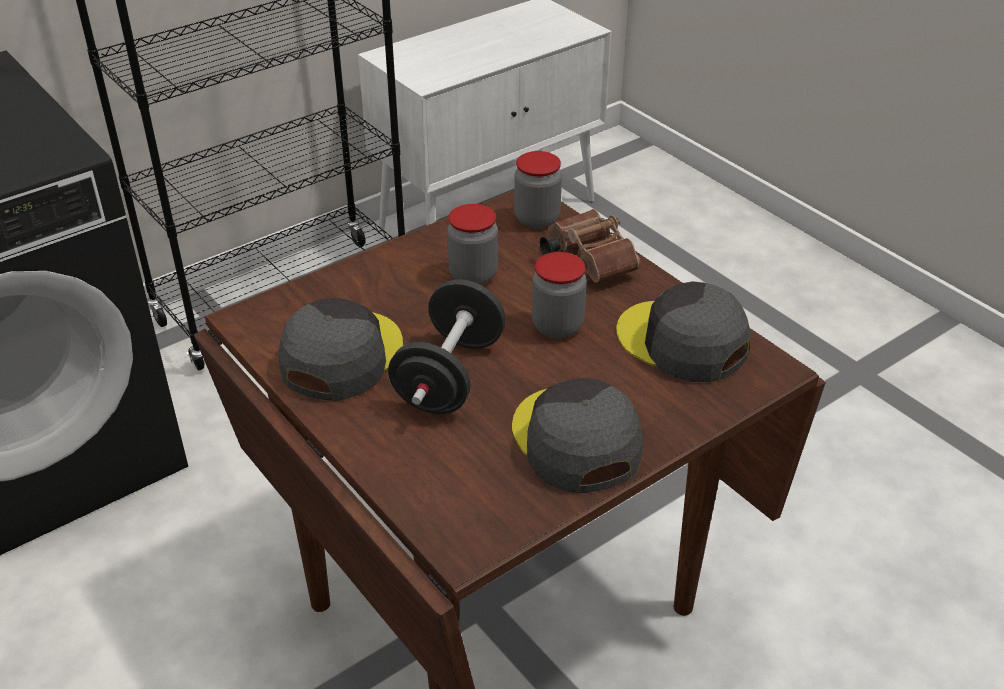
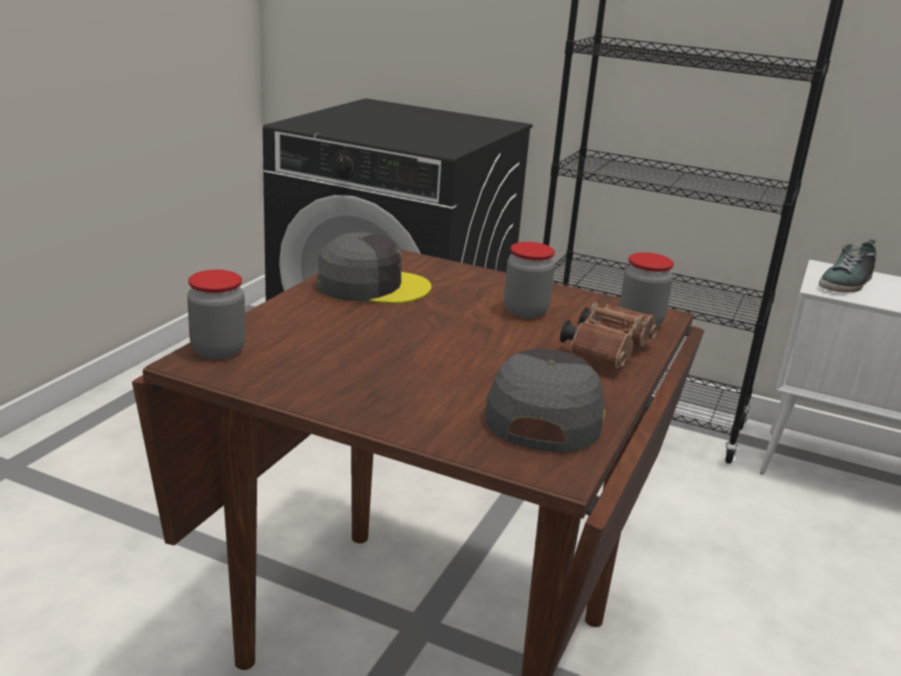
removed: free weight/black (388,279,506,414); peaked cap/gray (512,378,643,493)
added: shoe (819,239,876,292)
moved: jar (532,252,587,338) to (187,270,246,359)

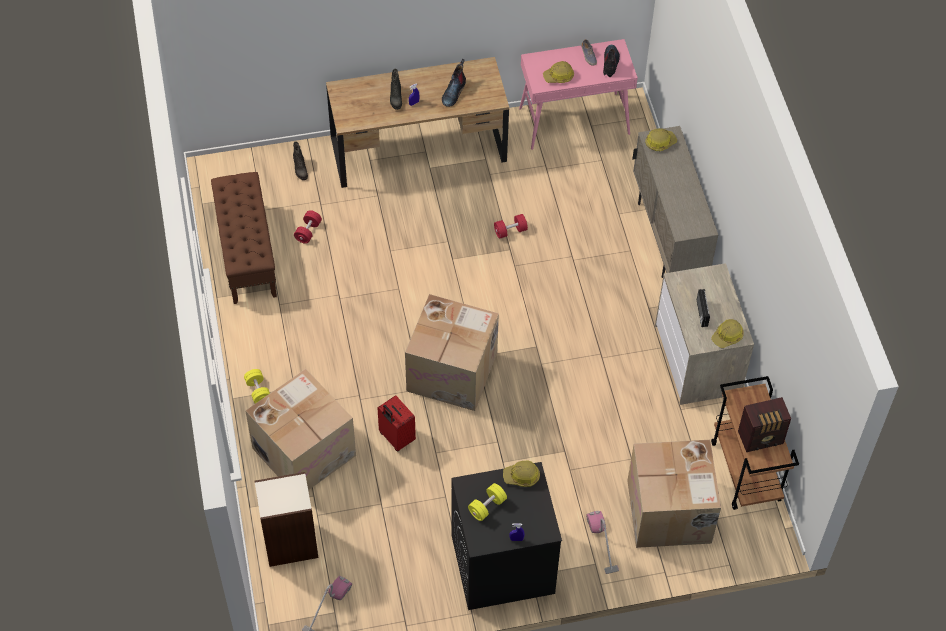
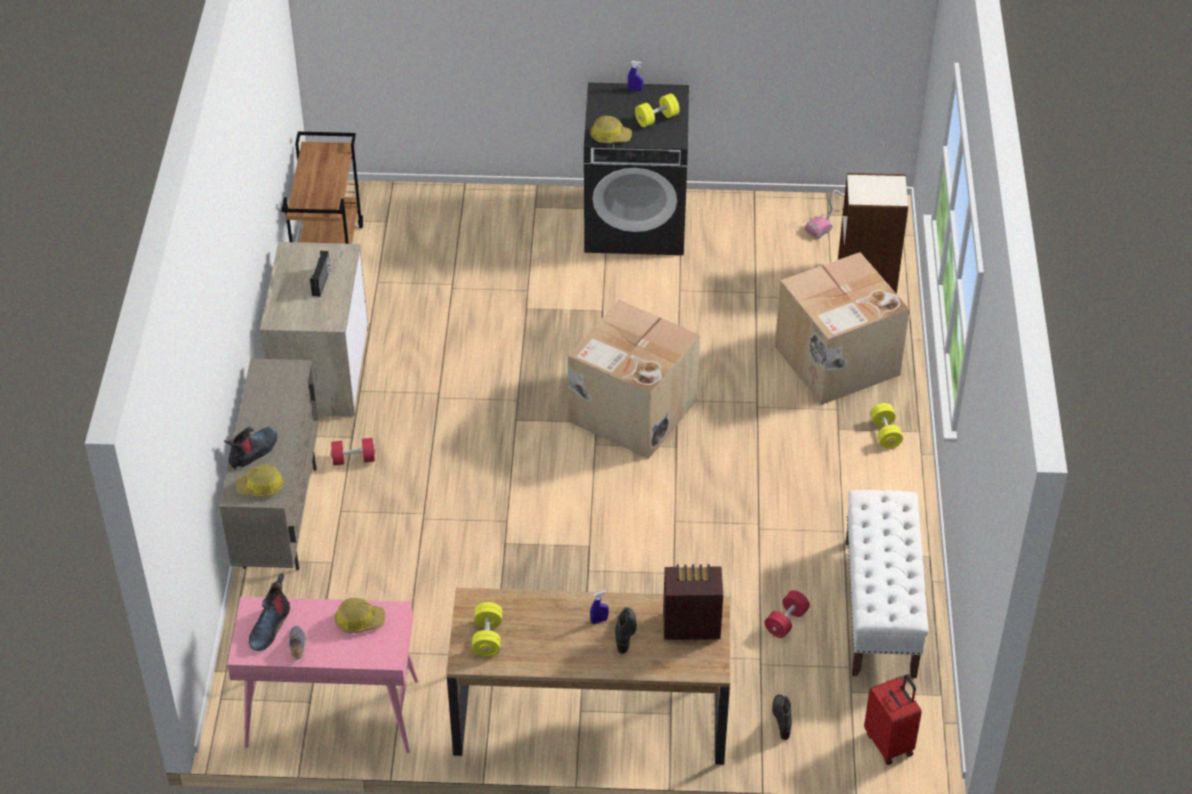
removed: hoover (586,511,619,574); packing box (627,440,721,548); safety helmet (712,319,743,348)
added: free weight/yellowish (472,602,502,657)
moved: boot (442,59,466,107) to (224,426,277,469); free weight/red (494,214,528,239) to (330,438,376,465); radio (738,397,791,452) to (663,564,723,640); travel case/red (377,395,416,452) to (864,674,922,765)
recoloured: long seat/brownish (211,172,277,304) to long seat/white-coloured (846,490,928,678)

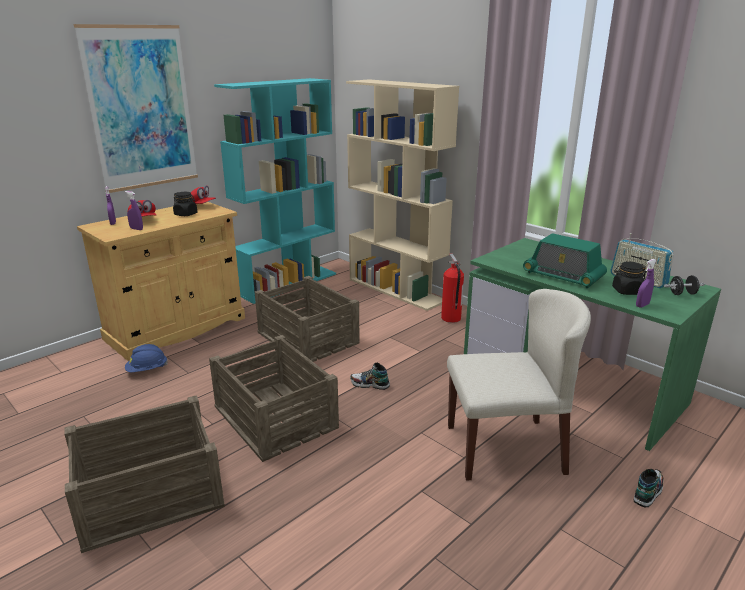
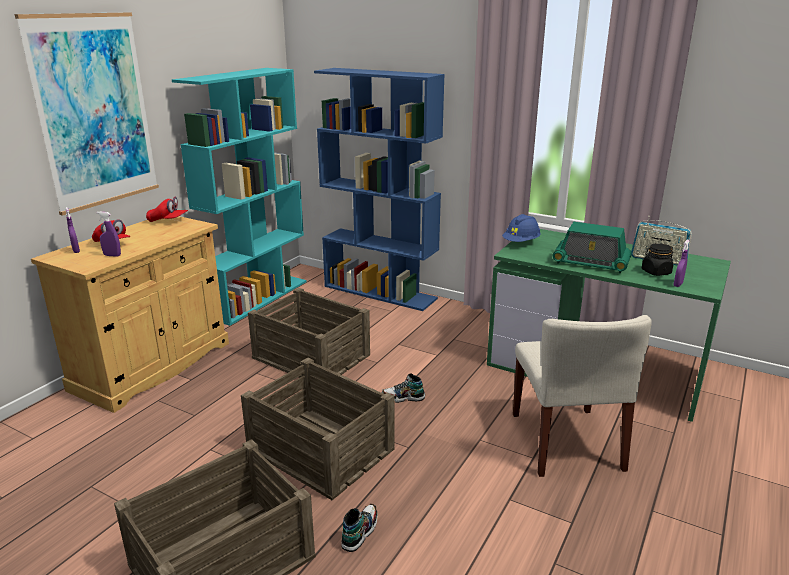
removed: jar/black (173,192,197,216); fire extinguisher (441,253,464,323); free weight/black (664,275,705,295)
moved: shoe (634,469,664,507) to (341,504,378,552); safety helmet/blue (125,344,168,372) to (502,214,541,242)
recoloured: bookcase/sand-coloured (346,79,459,311) to bookcase/blue (314,68,445,311)
turned: plain chair/sand-coloured (447,289,591,481) = (513,315,652,477) 105 degrees clockwise

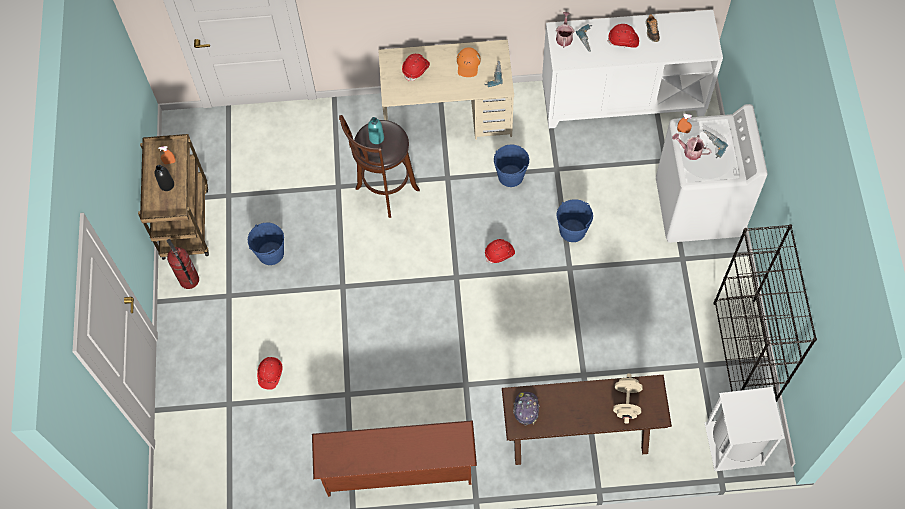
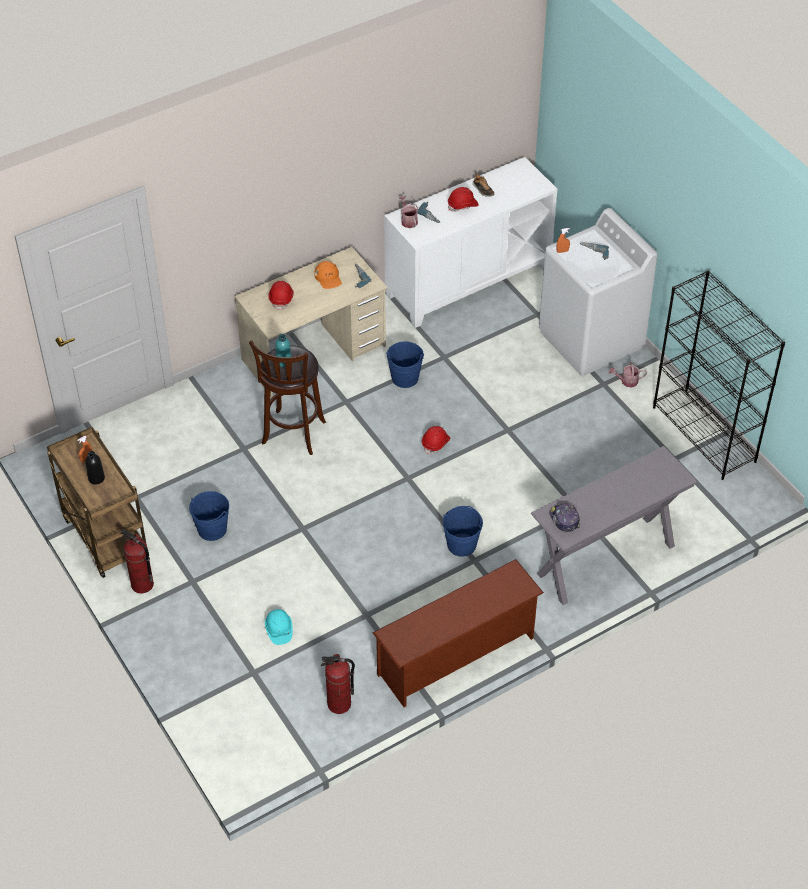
removed: free weight/sand-coloured (613,374,643,424); trash can/white-coloured (704,387,785,471)
added: fire extinguisher (321,654,355,714)
moved: pail/blue (557,199,593,242) to (443,506,483,557); watering pot (672,133,712,160) to (609,362,647,388)
recoloured: safety helmet/red (257,357,283,390) to safety helmet/turquoise-coloured (265,609,293,645); console table/brownish (502,375,672,465) to console table/gray (531,446,698,605)

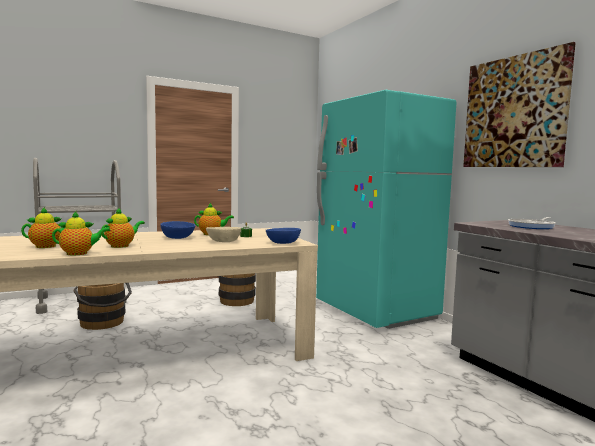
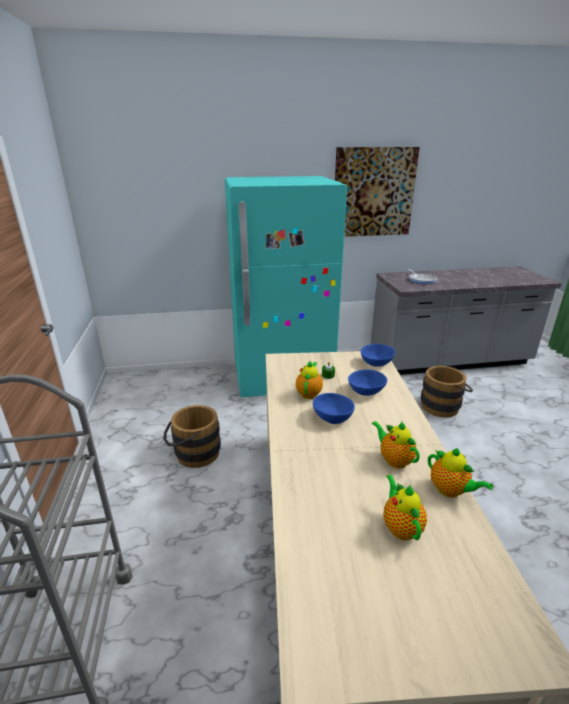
moved: pail/brownish (74,283,132,330) to (421,366,473,418)
recoloured: serving bowl/sand-coloured (206,227,241,242) to serving bowl/blue (348,369,387,396)
turned: tea pot (52,211,111,255) = (428,448,493,497) 135 degrees clockwise

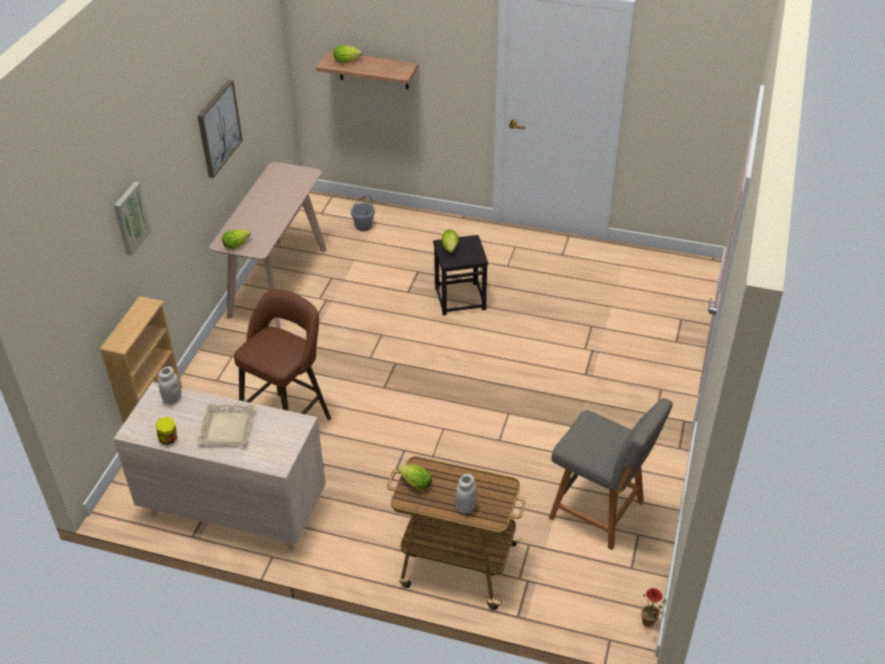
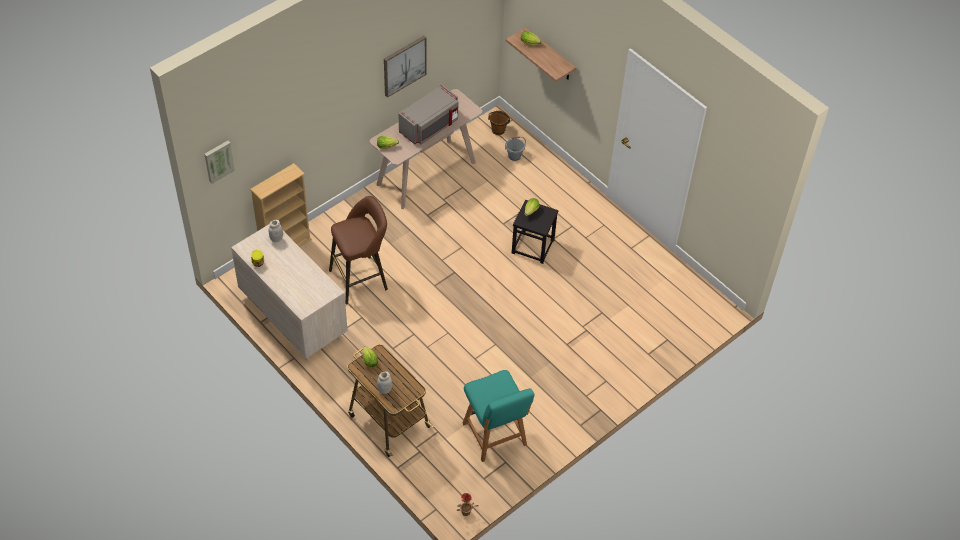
removed: tray/sand-coloured (197,404,255,444)
added: microwave oven/gray (398,85,459,144); pail/brownish (488,111,510,135)
moved: wall art (114,182,151,256) to (204,141,235,184)
recoloured: plain chair/gray (549,398,673,550) to plain chair/turquoise-coloured (463,370,534,462)

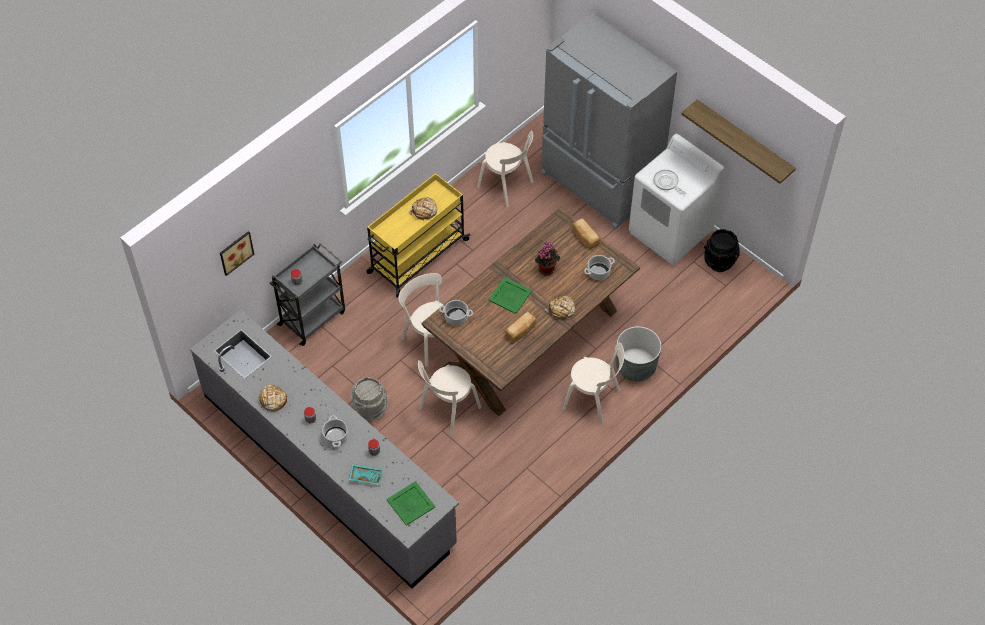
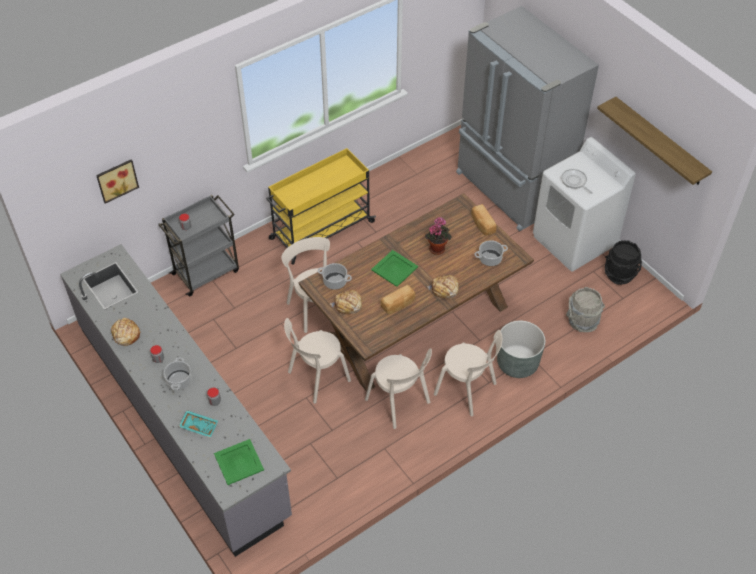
moved: bakery bread (409,197,437,221) to (330,290,362,316); plain chair/sand-coloured (477,131,534,207) to (365,348,432,429); pail/gray (351,377,387,420) to (566,287,605,332)

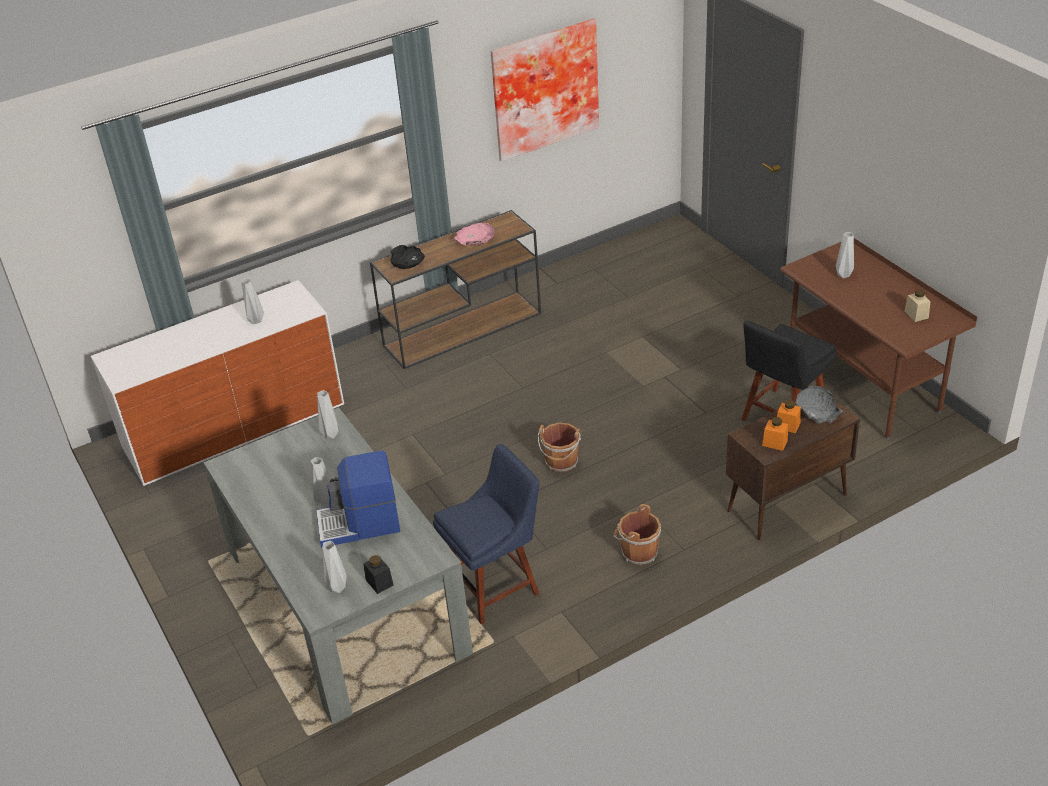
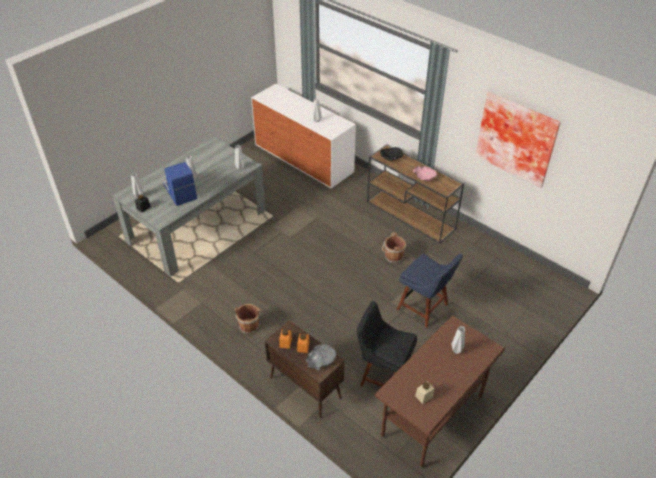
moved: pail/brownish (538,423,581,473) to (382,232,406,263); plain chair/blue (433,444,540,625) to (397,254,463,328)

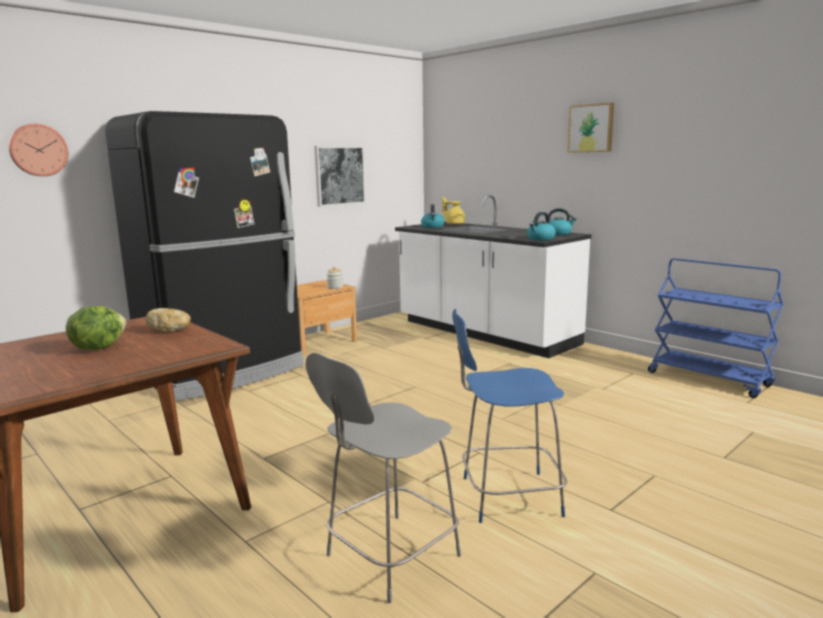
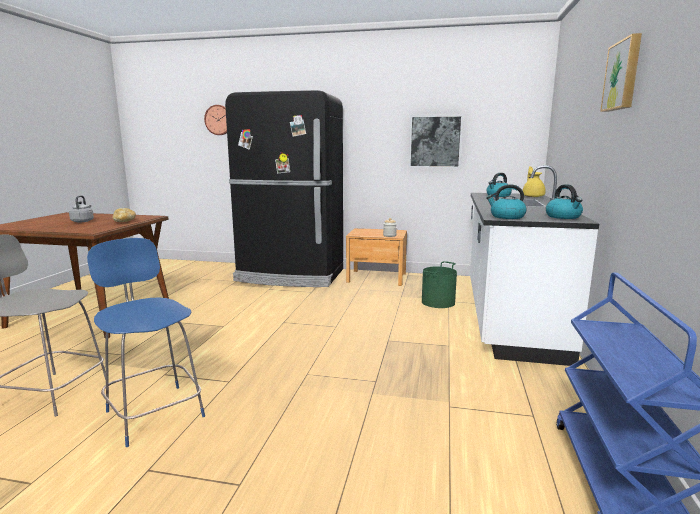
added: pail/greenish (422,261,457,308)
replaced: head of lettuce (66,306,126,350) to tea kettle/gray (69,195,94,222)

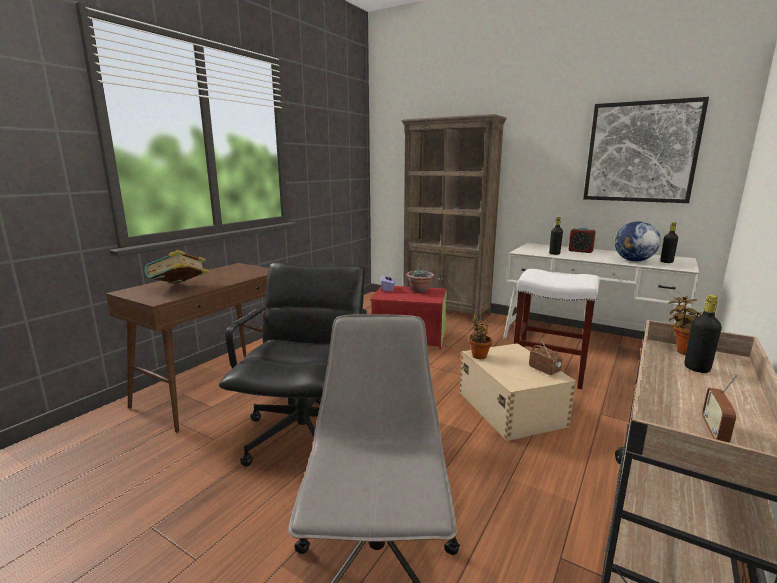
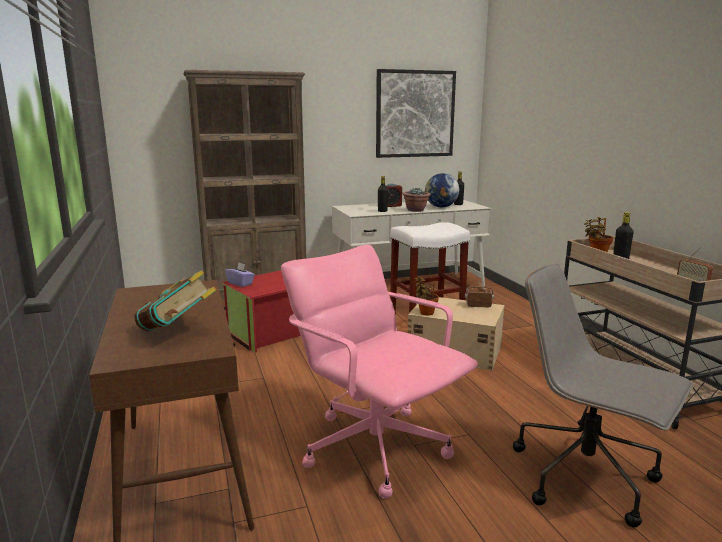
moved: houseplant (406,269,434,293) to (402,188,431,212)
recoloured: office chair/black (219,262,367,466) to office chair/pink (281,245,478,499)

